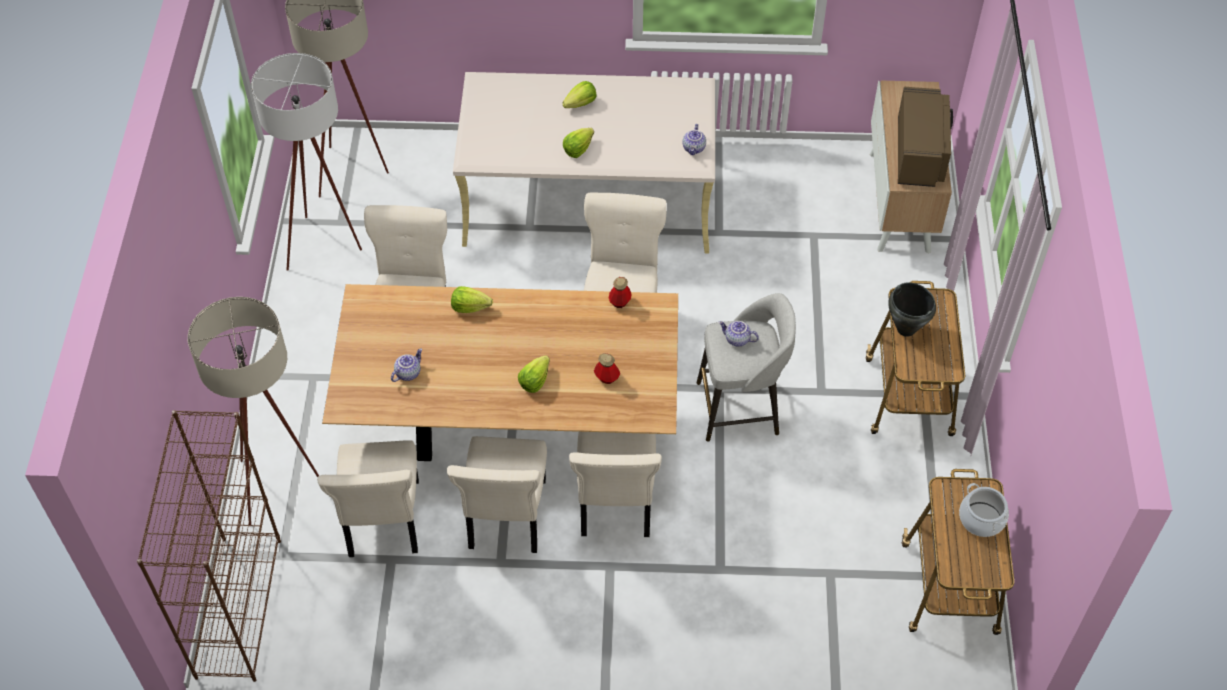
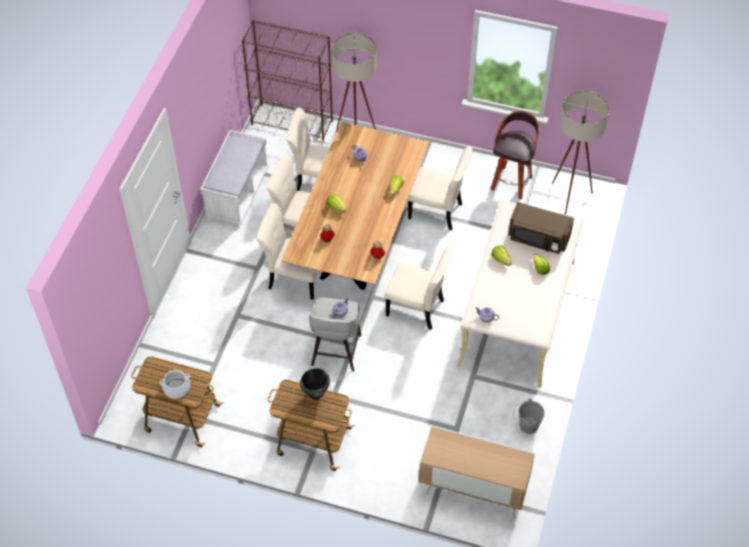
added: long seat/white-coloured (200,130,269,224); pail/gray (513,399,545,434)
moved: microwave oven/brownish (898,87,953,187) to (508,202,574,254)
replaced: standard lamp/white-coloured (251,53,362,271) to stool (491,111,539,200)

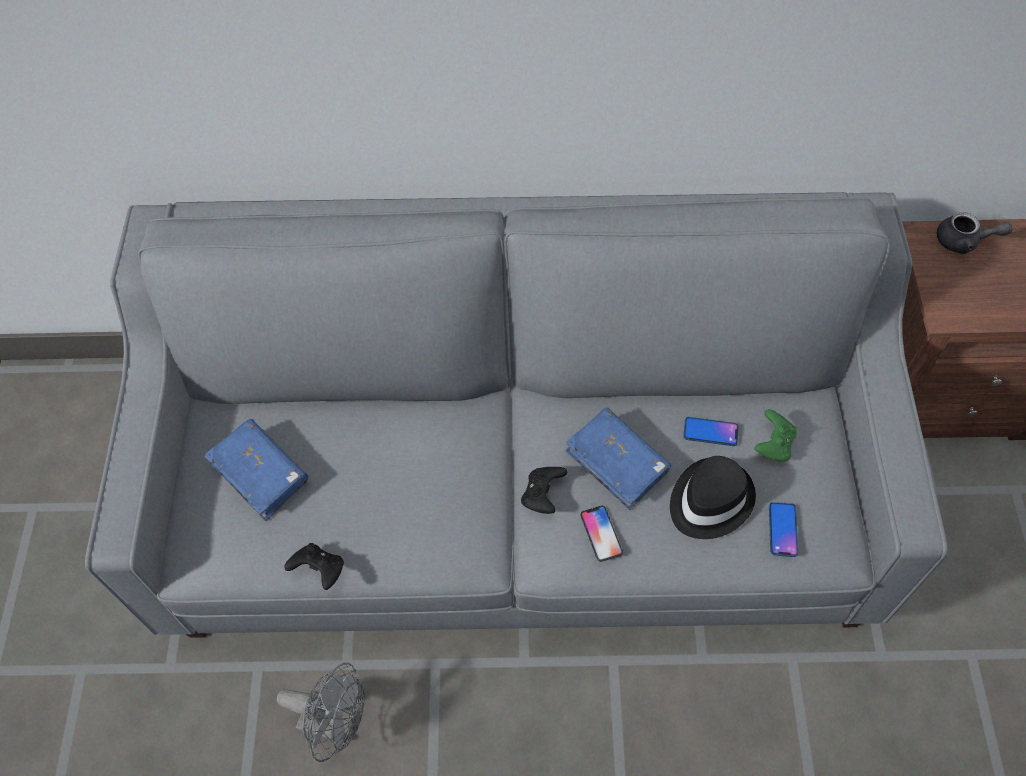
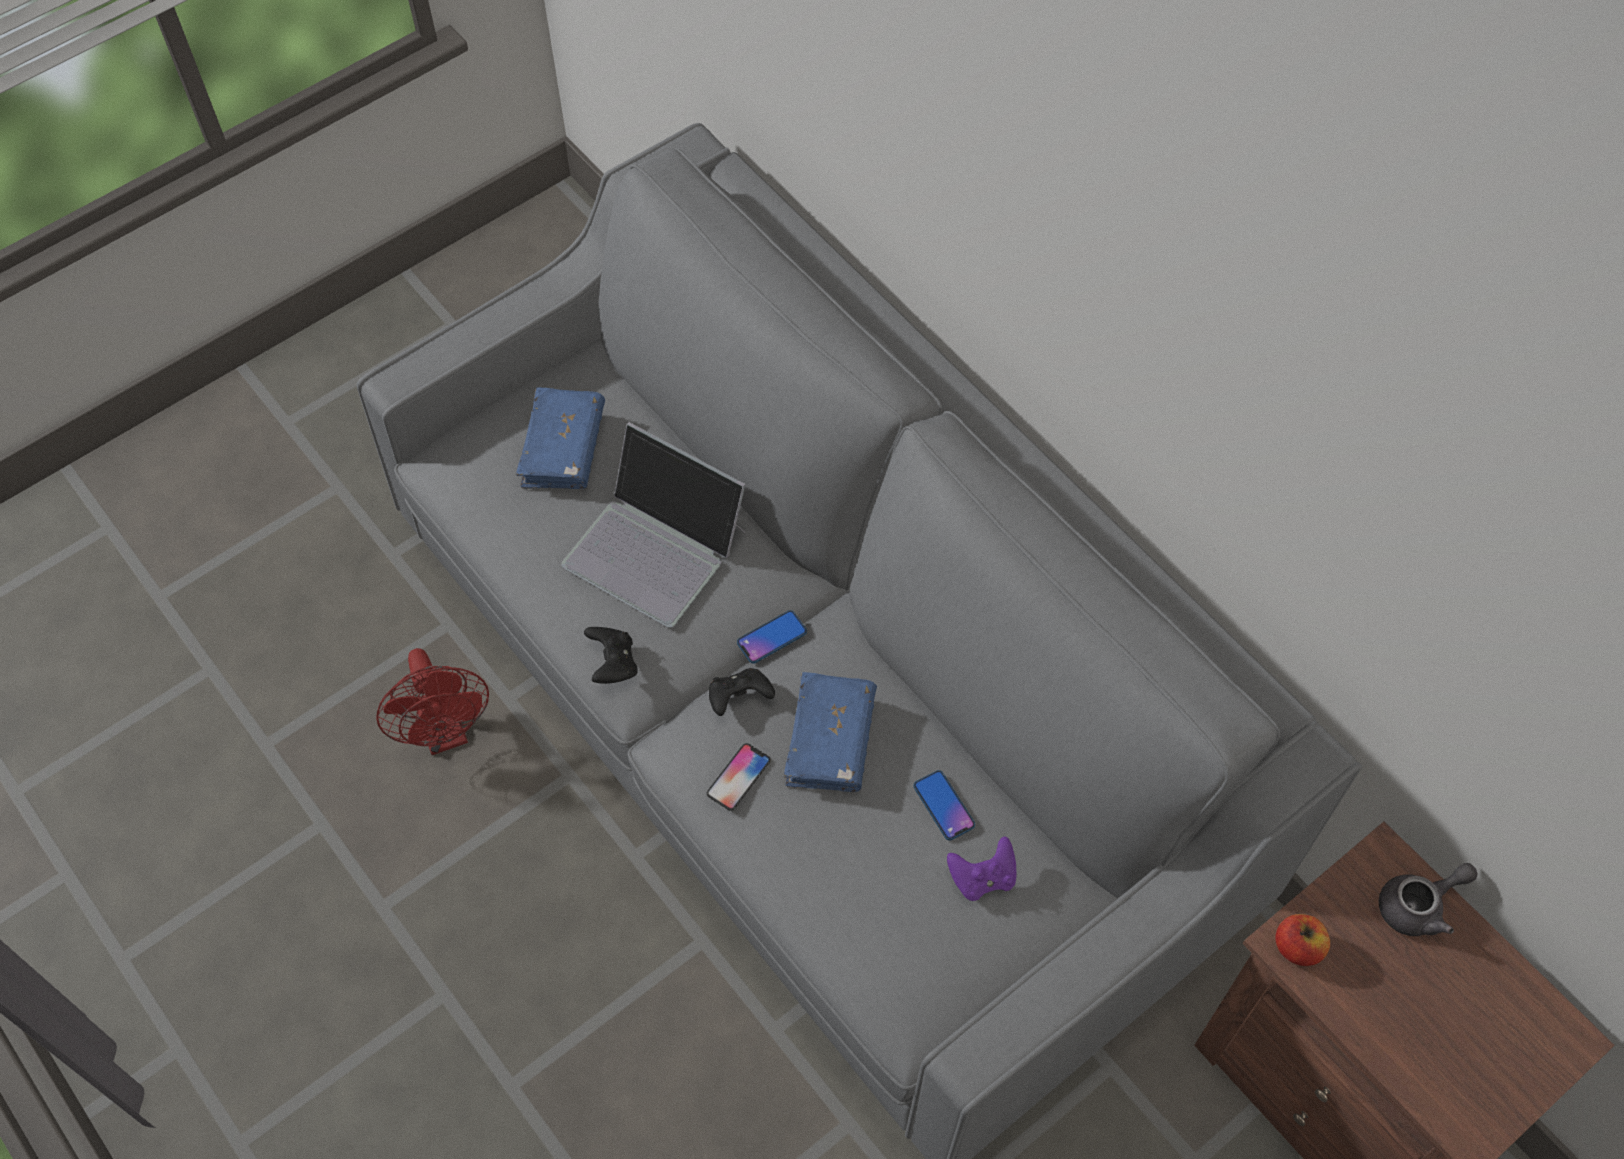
removed: wearable hat/black (670,456,756,539)
added: notebook computer (561,422,746,628); whole apple (1276,914,1330,966)
moved: gamepad/black (284,543,344,590) to (584,627,638,684); telephone (769,502,798,557) to (737,610,807,664)
recoloured: fan/gray (277,663,365,762) to fan/red (376,648,489,755); gamepad/greenish (754,409,797,461) to gamepad/purplish (947,836,1016,901)
turned: tea pot/gray (937,212,1013,254) = (1379,863,1477,936) 90 degrees counterclockwise

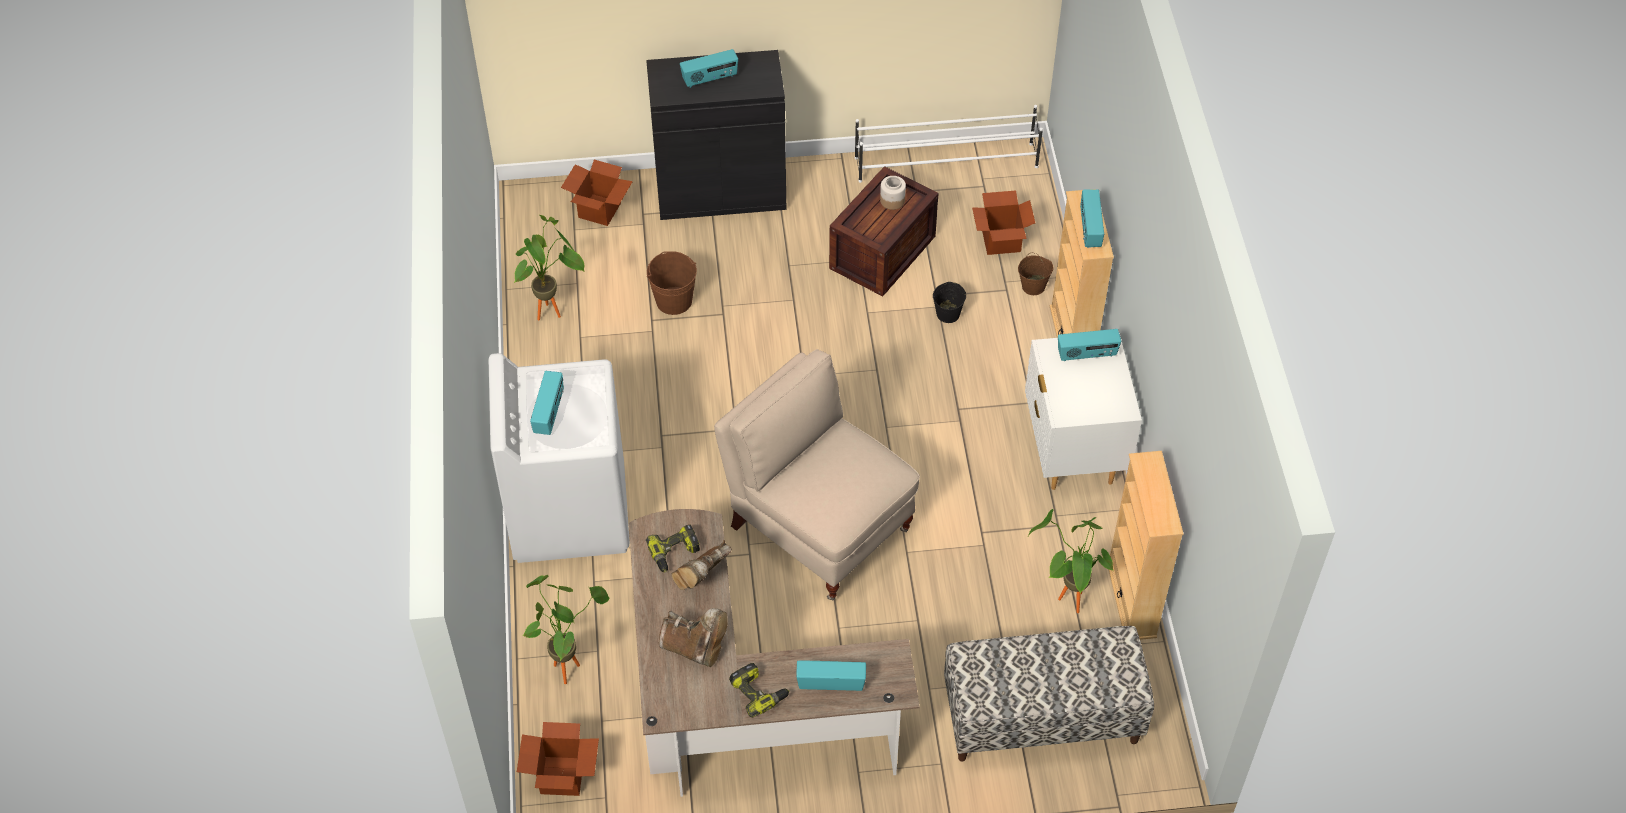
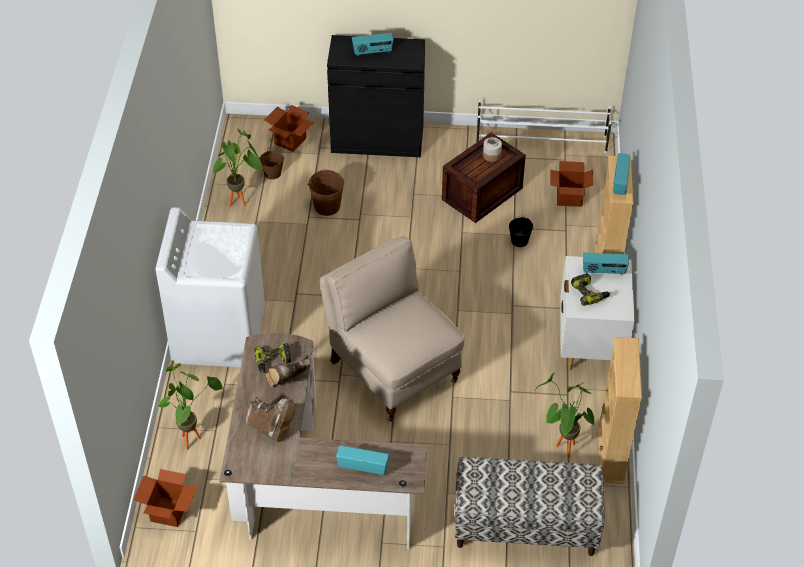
removed: radio (530,371,564,435)
moved: pail/brownish (1018,253,1053,295) to (259,148,284,179); drill (729,663,789,718) to (571,273,610,306)

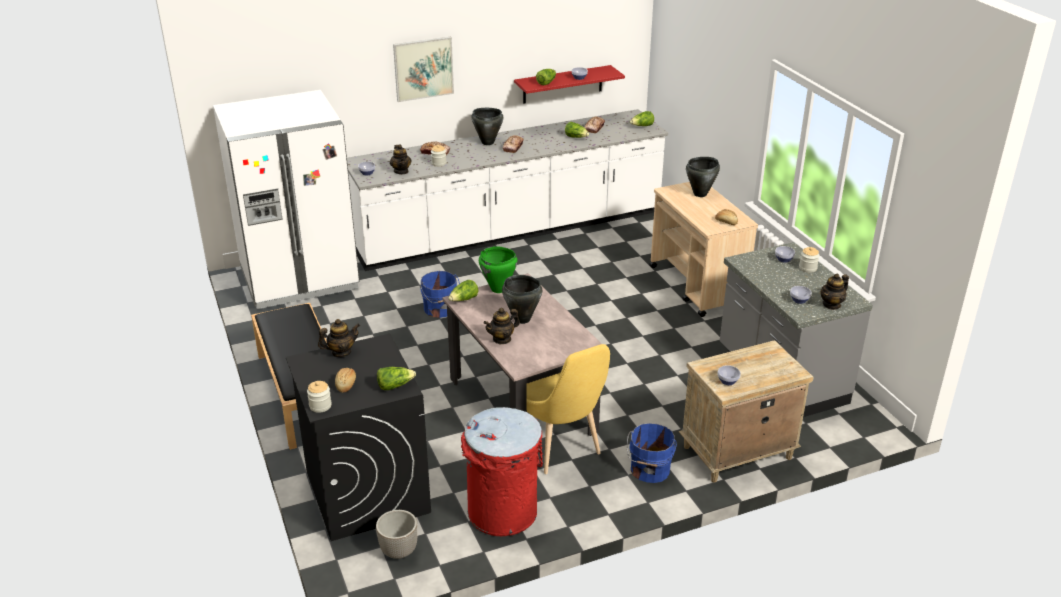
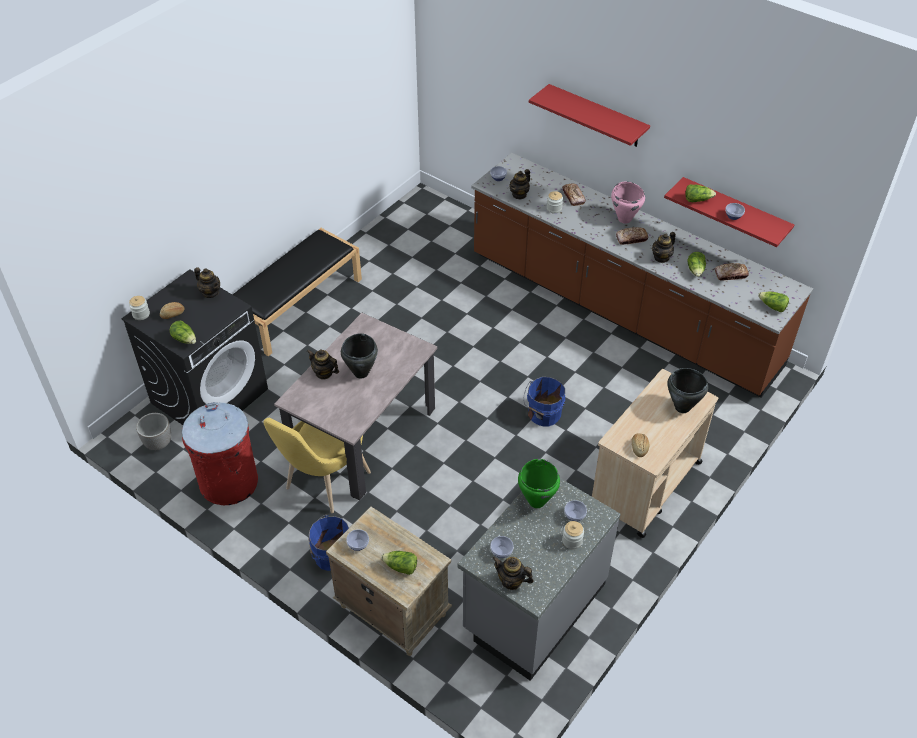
removed: refrigerator/white-coloured (213,90,359,309)
added: tea pot (652,232,676,263)
moved: head of lettuce (448,280,478,301) to (381,551,417,575); stockpot/greenish (479,246,518,293) to (518,459,560,508); pail/blue (420,271,460,318) to (524,377,565,427)
replaced: wall art (393,36,454,102) to shelf/red (529,84,650,147)
recoloured: kitchen counter/white-coloured (347,109,668,271) to kitchen counter/brownish (471,153,813,398); stockpot/black (471,108,504,145) to stockpot/pink (611,182,645,224)

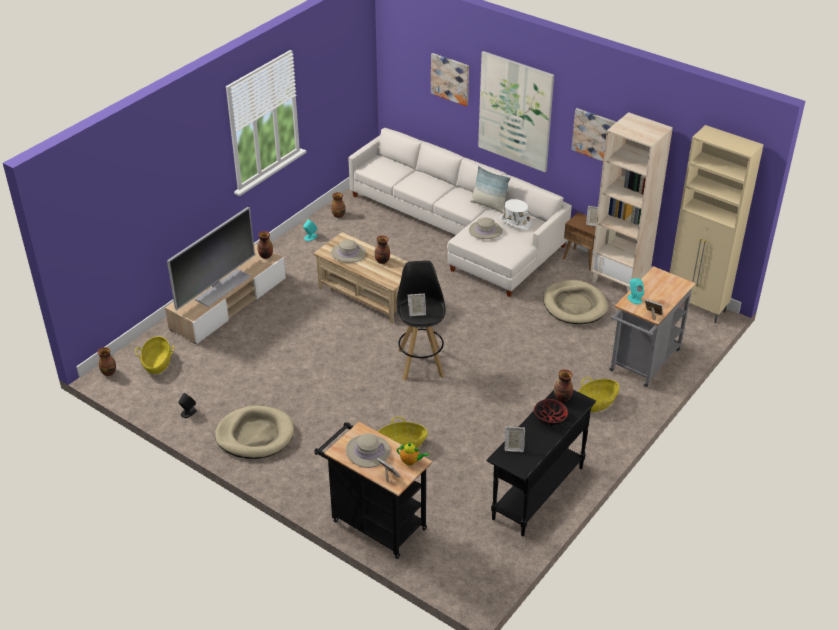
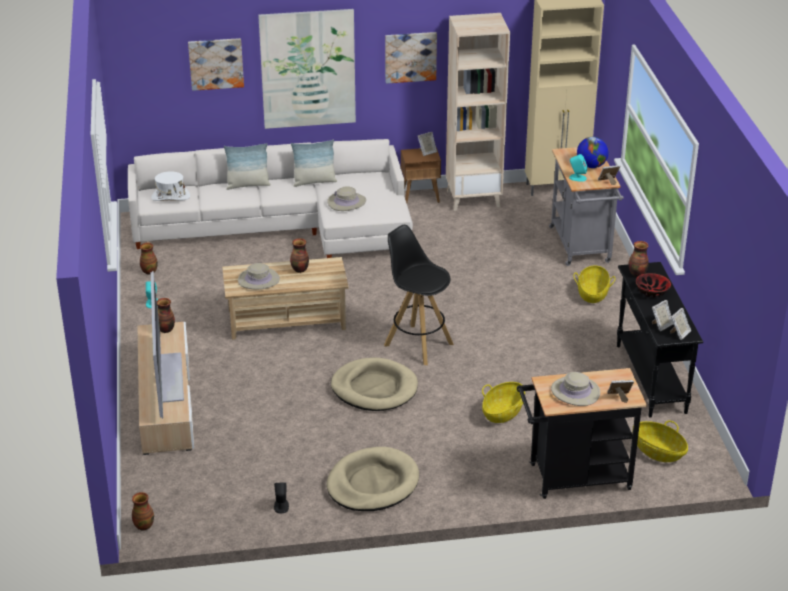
removed: tea pot (397,443,429,465)
added: pillow (224,143,271,190); desk globe (577,137,609,168)
moved: wearable hat/white-coloured (500,199,531,230) to (151,171,190,201); dog cushion/sand-coloured (543,280,608,324) to (331,358,418,411); storage basket (135,336,174,374) to (633,421,688,462); standing frame (407,293,426,316) to (670,308,691,340)

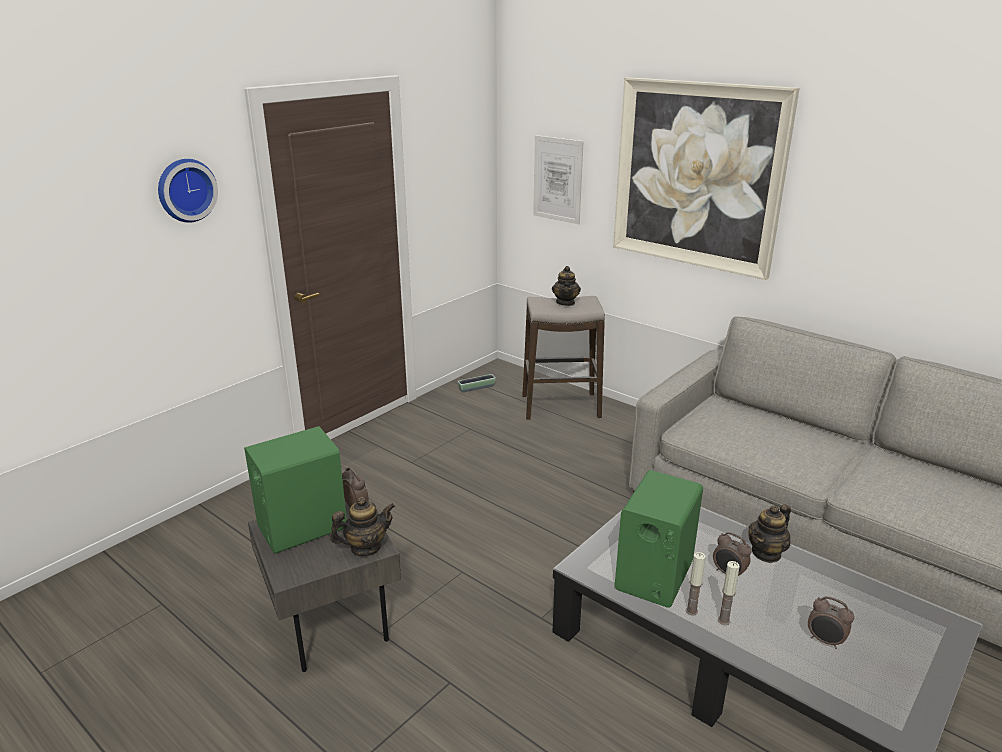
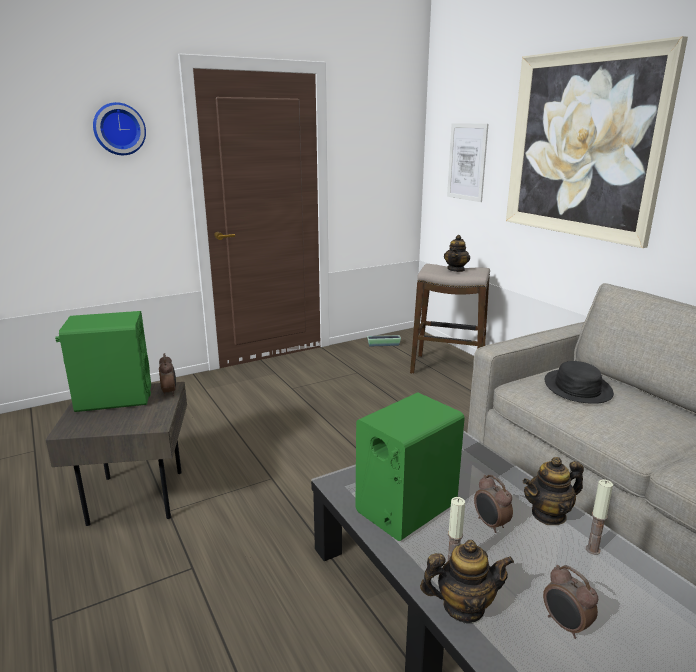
added: wearable hat/black (545,361,614,404)
moved: tea pot (330,497,395,556) to (420,540,514,623); wax candle (686,552,706,616) to (586,479,613,555)

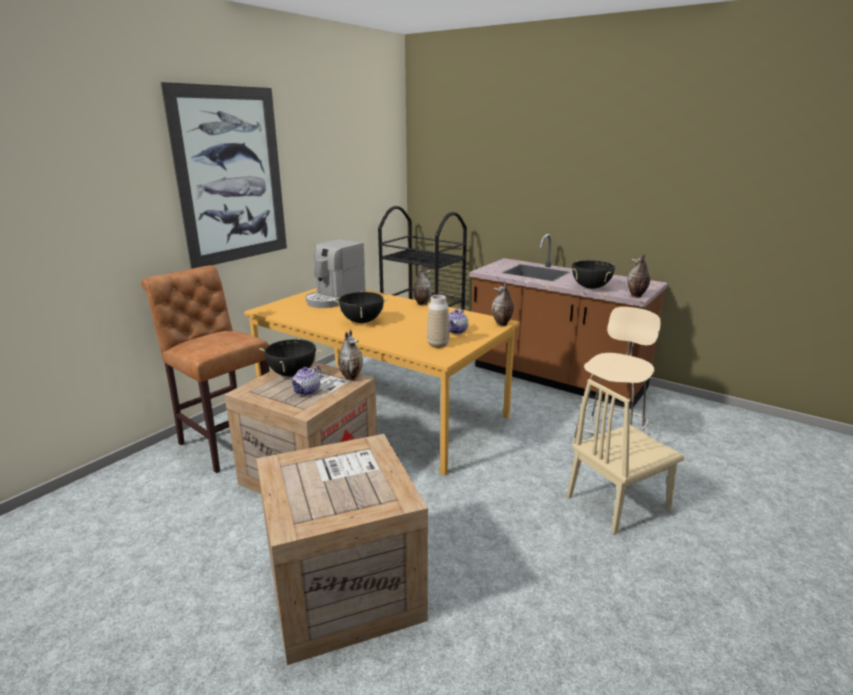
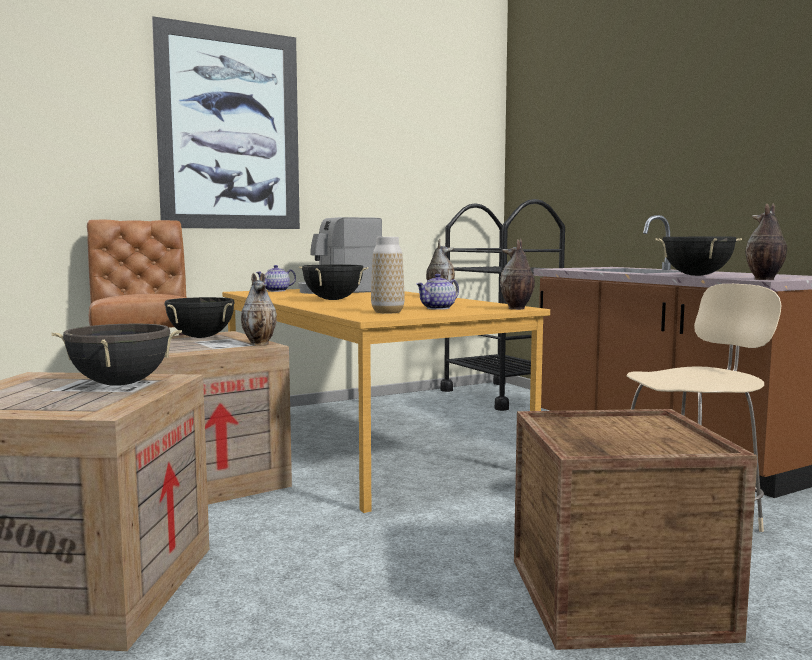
added: stockpot/black (51,324,182,386)
moved: tea pot (290,365,321,395) to (256,265,296,292)
replaced: plain chair/sand-coloured (567,379,684,535) to crate (514,409,758,650)

